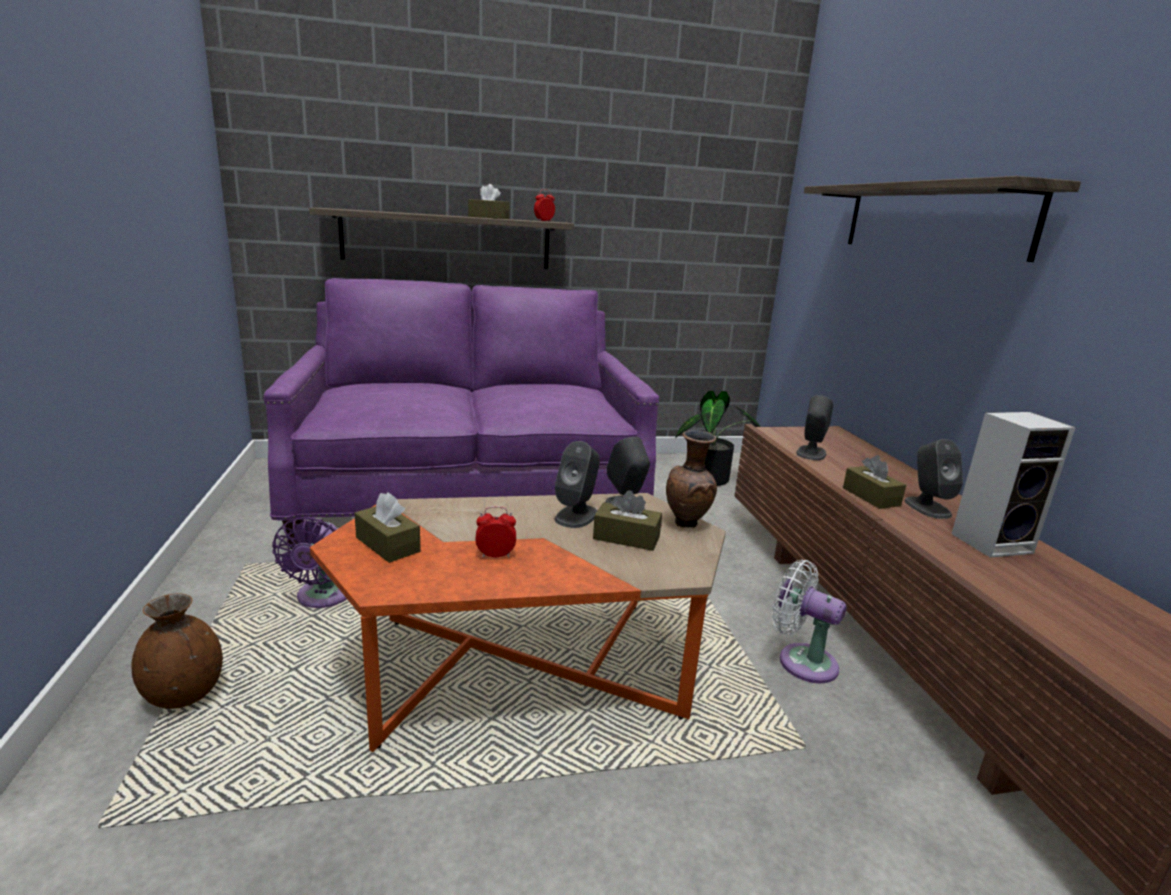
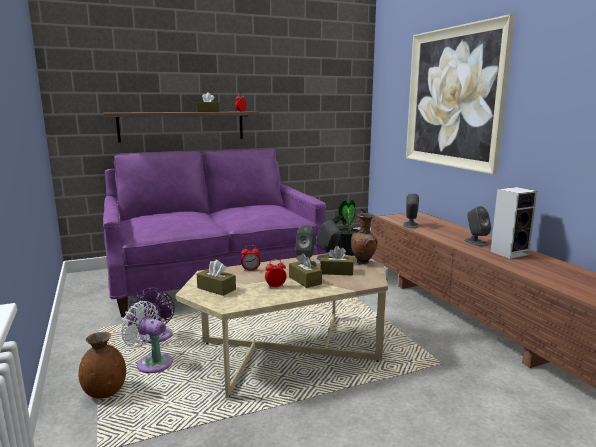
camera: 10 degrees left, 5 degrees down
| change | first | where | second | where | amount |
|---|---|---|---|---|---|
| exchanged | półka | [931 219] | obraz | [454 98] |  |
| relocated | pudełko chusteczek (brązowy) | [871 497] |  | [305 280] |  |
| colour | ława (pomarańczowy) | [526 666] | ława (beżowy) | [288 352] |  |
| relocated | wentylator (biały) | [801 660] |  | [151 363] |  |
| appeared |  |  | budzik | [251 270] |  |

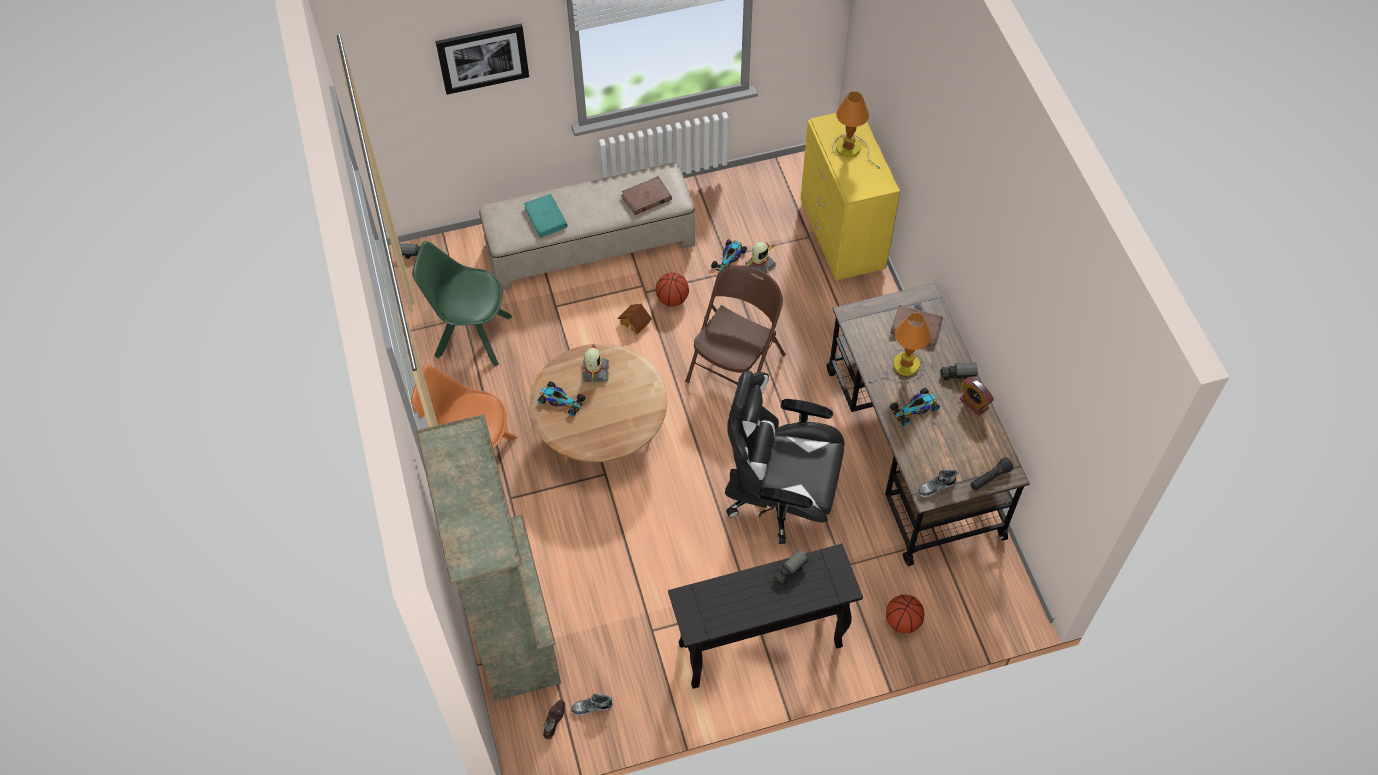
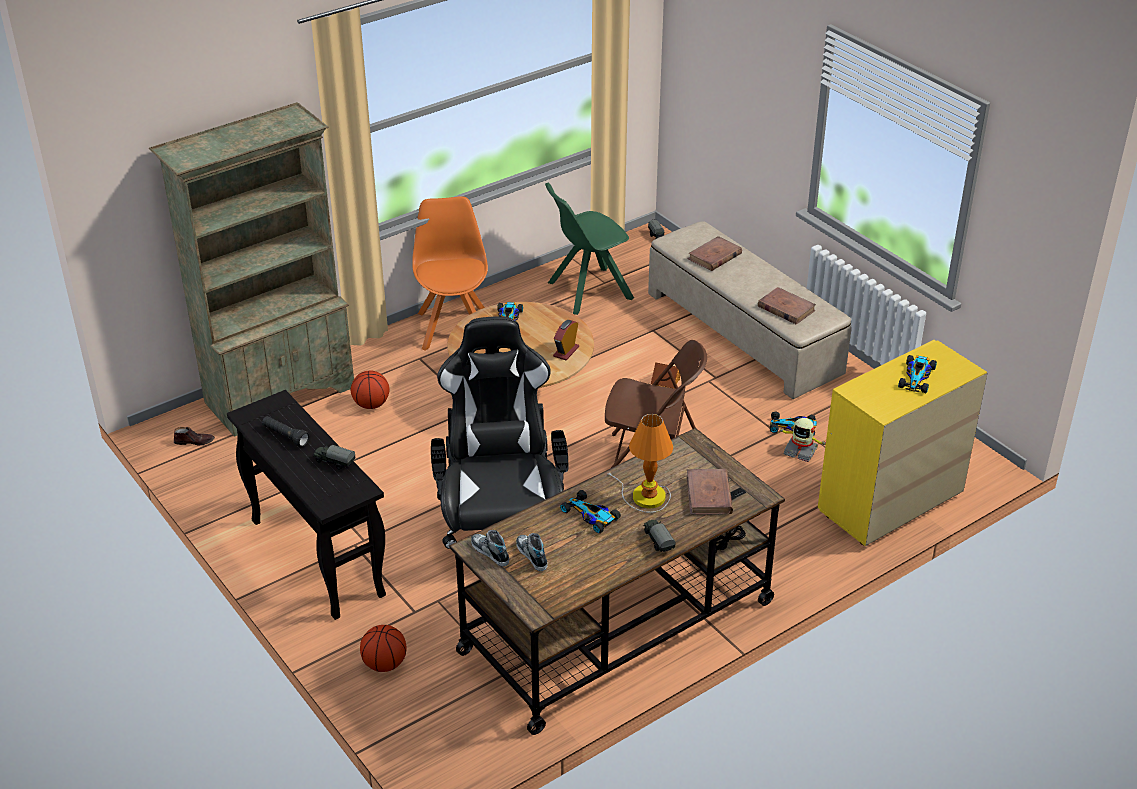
camera: 70 degrees right, 20 degrees down
| change | first | where | second | where | amount |
|---|---|---|---|---|---|
| missing | obraz | [483 57] |  |  |  |
| exchanged | lampa stołowa | [851 149] | samochodzik | [917 377] |  |
| colour | książka (turkusowy) | [545 217] | książka (brązowy) | [714 256] |  |
| spun | krzesło (zielony) | [471 335] |  | [587 291] | 105 degrees counterclockwise |
| relocated | piłka do koszykówki | [672 299] |  | [371 405] |  |
| missing | robot zabawkowy | [594 372] |  |  |  |
| relocated | budzik | [973 403] |  | [566 351] |  |
| relocated | latarka (czarny) | [989 478] |  | [285 436] |  |
| relocated | but | [592 707] |  | [531 555] |  |

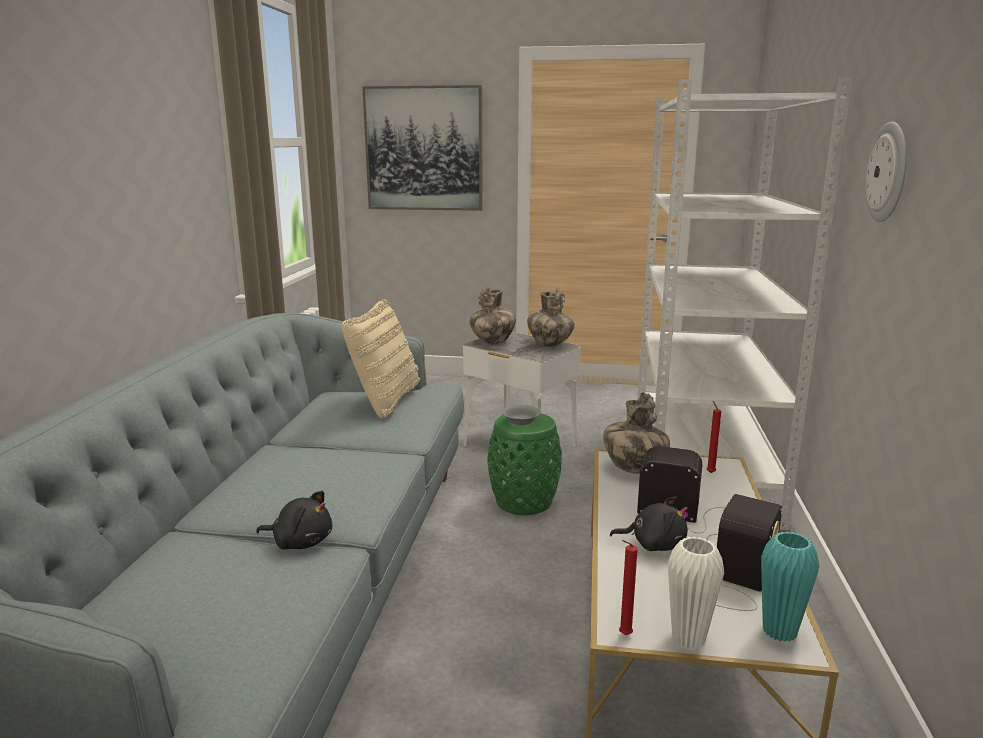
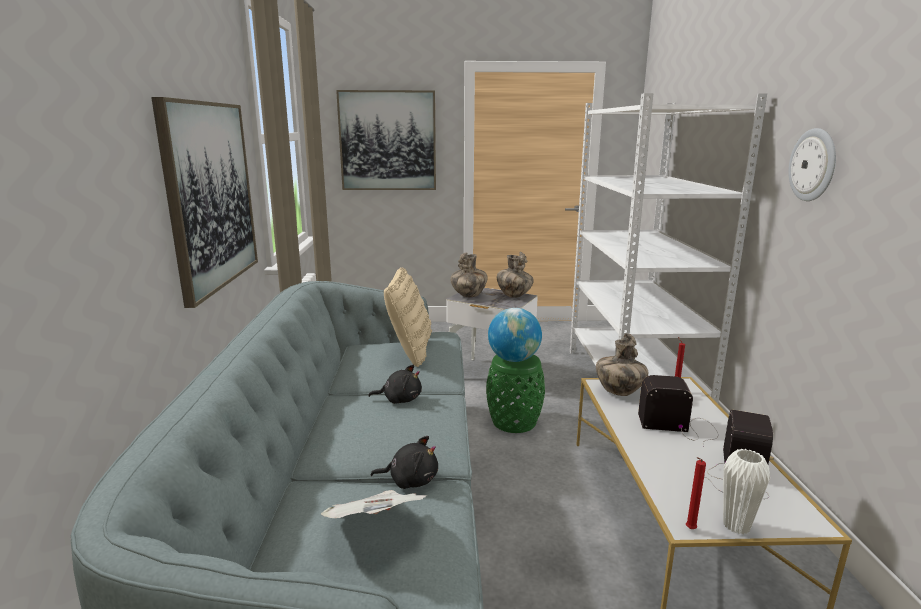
camera: 10 degrees left, 0 degrees up
| change | first | where | second | where | amount |
|---|---|---|---|---|---|
| exchanged | miska (szary) | [521 421] | globus | [513 359] |  |
| relocated | pluszak (czarny) | [654 544] |  | [400 399] |  |
| missing | wazon (turkusowy) | [779 631] |  |  |  |
| appeared |  |  | obraz | [210 196] |  |
| appeared |  |  | gazeta | [376 526] |  |

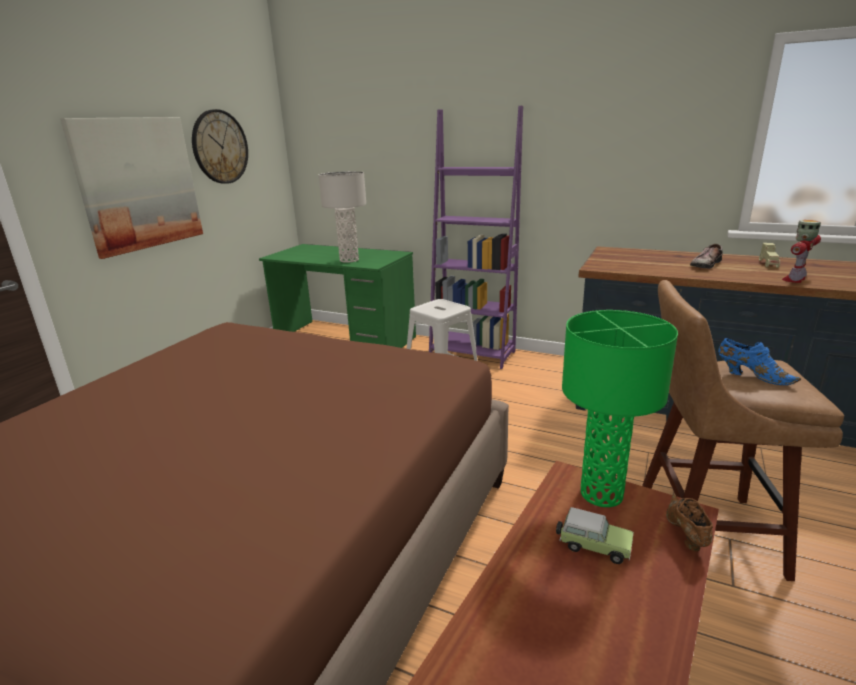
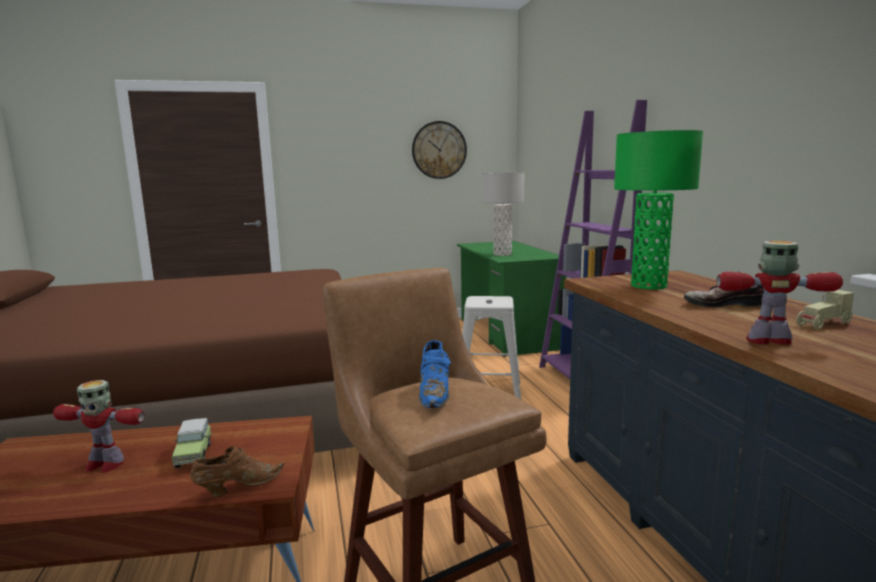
camera: 50 degrees right, 10 degrees down
| change | first | where | second | where | amount |
|---|---|---|---|---|---|
| missing | obraz | [138 184] |  |  |  |
| relocated | lampa stołowa (zielony) | [602 494] |  | [649 286] |  |
| appeared |  |  | robot zabawkowy | [104 464] |  |

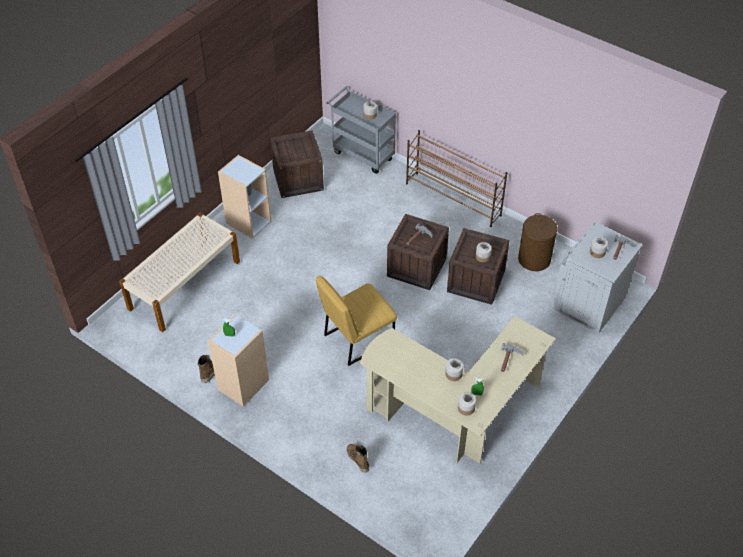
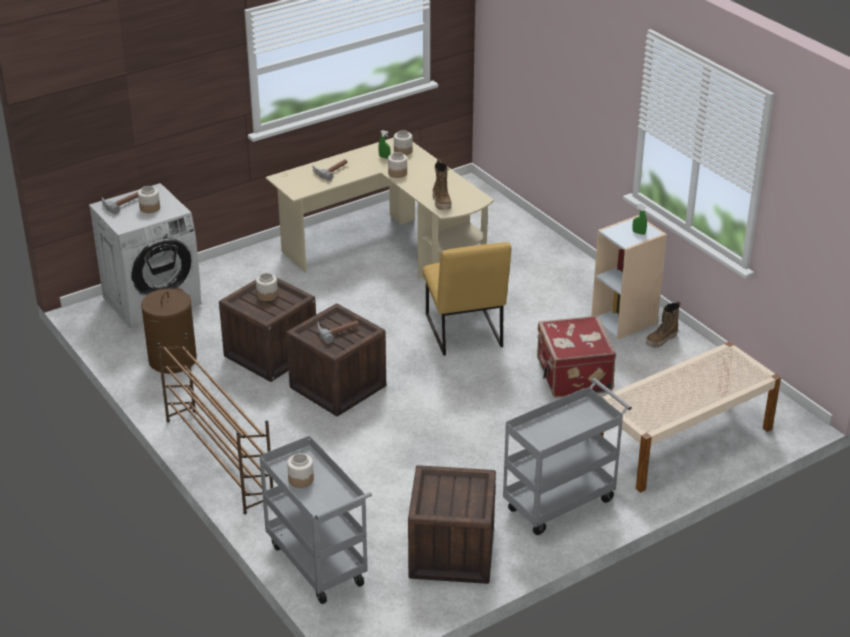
camera: 160 degrees left, 15 degrees down
| change | first | where | second | where | amount |
|---|---|---|---|---|---|
| exchanged | regał | [248 222] | wózek (szary) | [562 505] |  |
| spun | krzesło (żółty) | [357 338] |  | [464 332] | 90 degrees clockwise |
| relocated | but z cholewką | [357 460] |  | [441 202] |  |
| appeared |  |  | walizka (czerwony) | [572 376] |  |

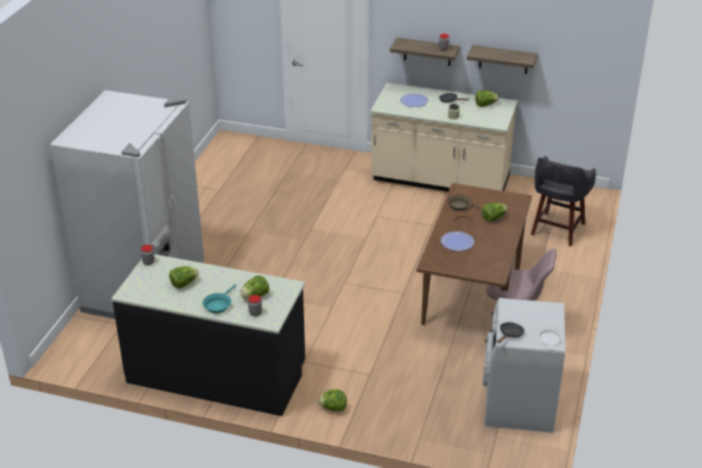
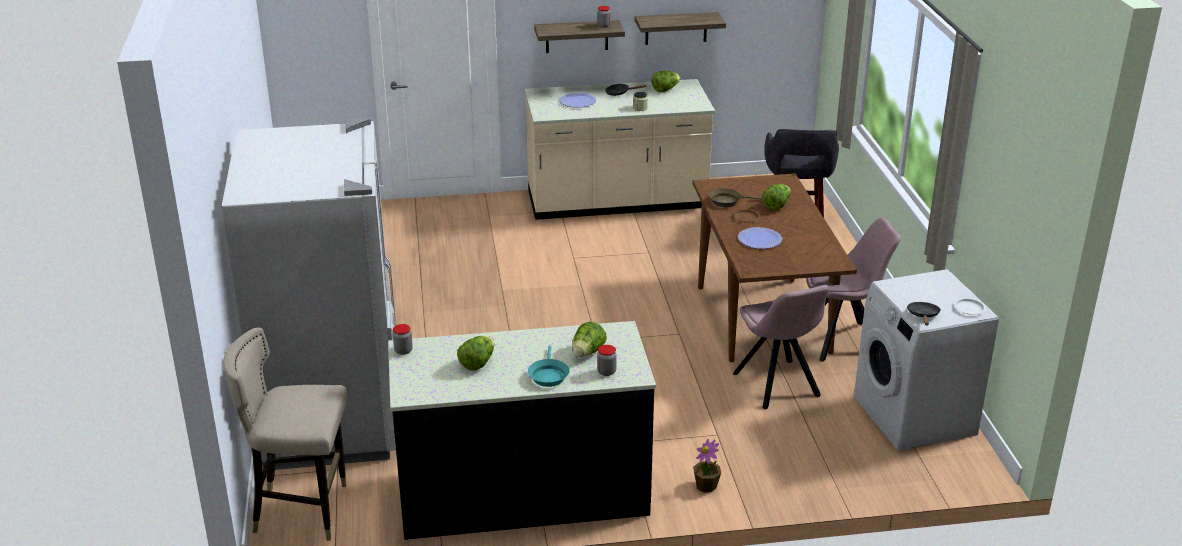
camera: 25 degrees left, 5 degrees down
| change | first | where | second | where | amount |
|---|---|---|---|---|---|
| exchanged | sałata | [333 408] | roślina doniczkowa | [706 486] |  |
| appeared |  |  | krzesło (różowy) | [777 385] |  |
| appeared |  |  | stołek (beżowy) | [302 511] |  |

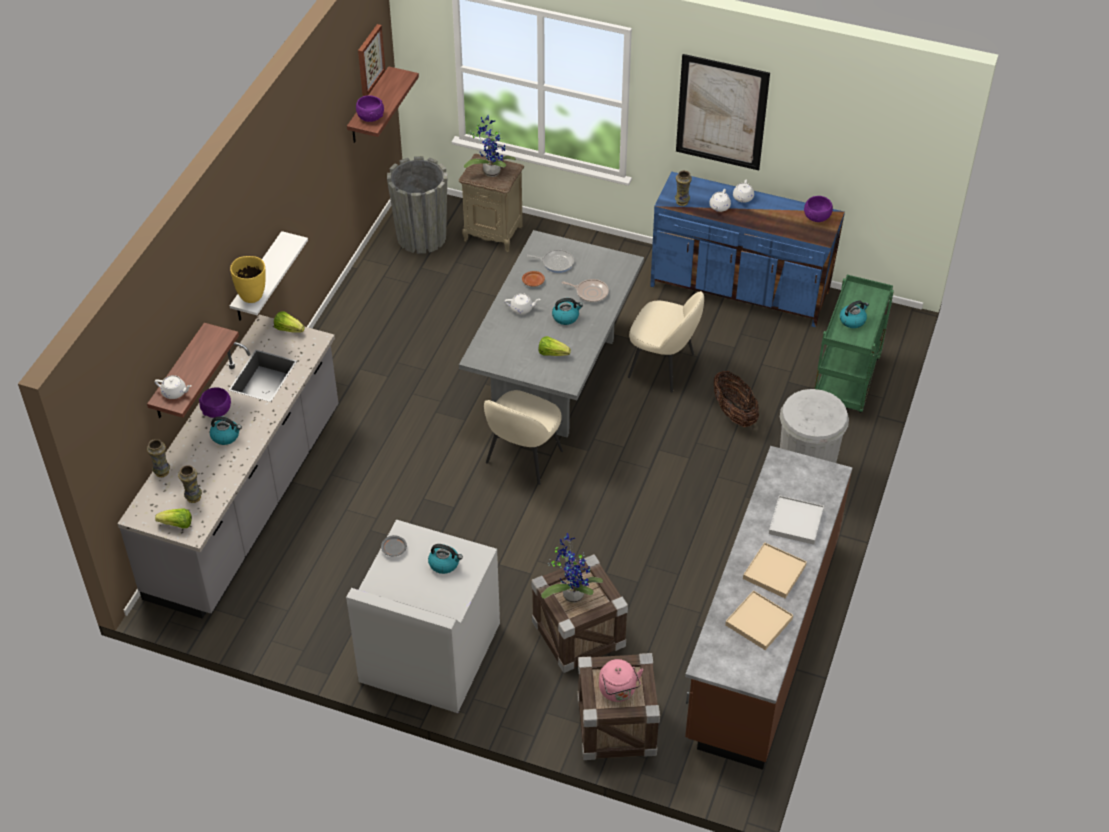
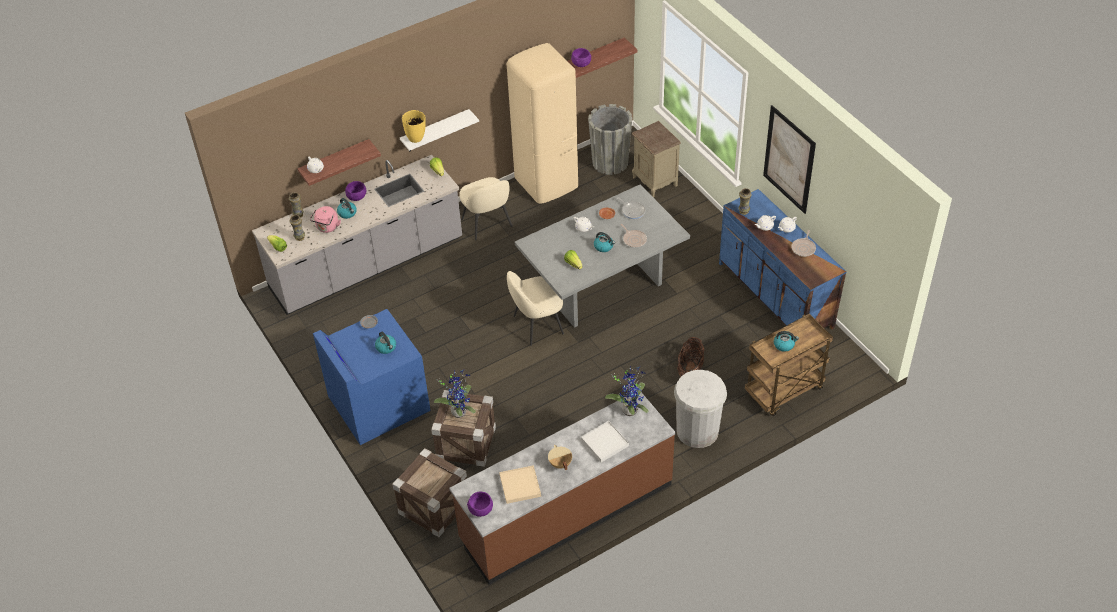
camera: 40 degrees right, 0 degrees up
| change | first | where | second | where | amount |
|---|---|---|---|---|---|
| missing | obraz | [369 60] |  |  |  |
| relocated | roślina doniczkowa | [490 170] |  | [630 409] |  |
| relocated | miska (fioletowy) | [817 217] |  | [480 510] |  |
| colour | wózek (zielony) | [847 382] | wózek (brązowy) | [784 392] |  |
| relocated | krzesło (beżowy) | [663 366] |  | [487 224] |  |
| colour | pralka (biały) | [429 651] | pralka (niebieski) | [379 402] |  |
| exchanged | taca (beżowy) | [774 572] | garnek (beżowy) | [560 464] |  |
| relocated | czajnik (różowy) | [618 691] |  | [327 227] |  |
| appeared |  |  | lodówka (beżowy) | [548 183] |  |
| appeared |  |  | patelnia | [803 248] |  |

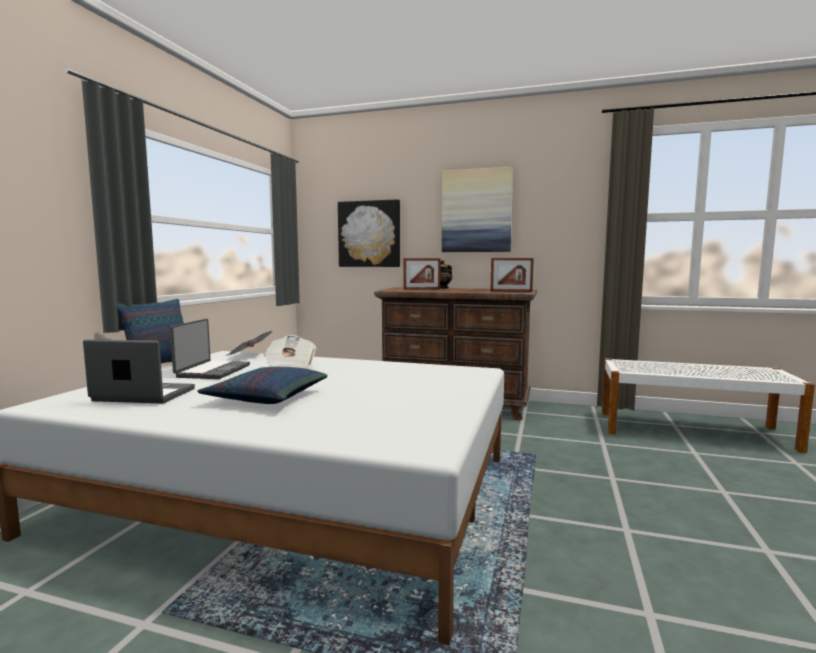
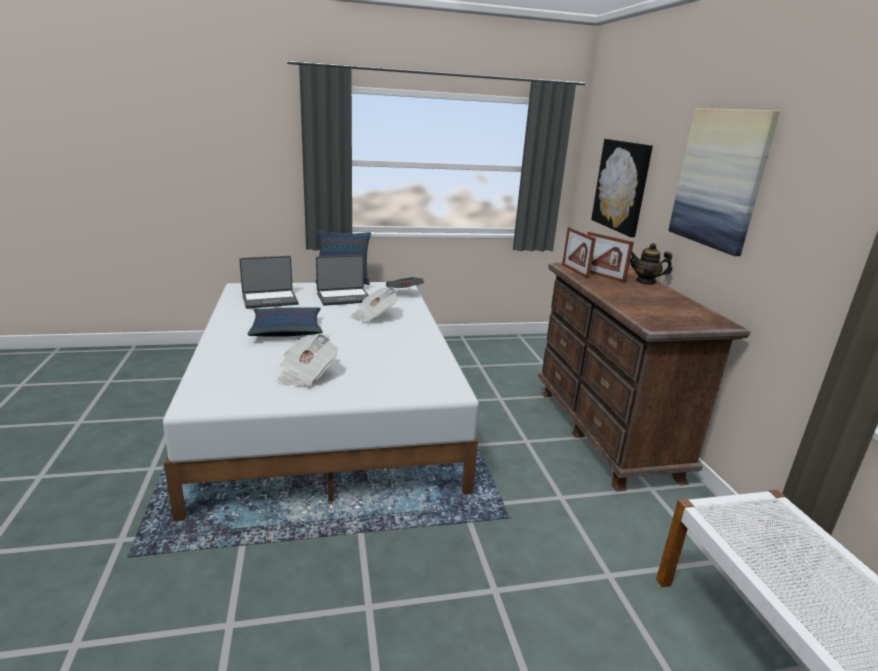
camera: 60 degrees right, 15 degrees up
| change | first | where | second | where | amount |
|---|---|---|---|---|---|
| relocated | ramka na zdjęcie | [511 291] |  | [575 271] |  |
| spun | laptop | [143 395] |  | [270 300] | 90 degrees clockwise |
| appeared |  |  | gazeta | [306 375] |  |

